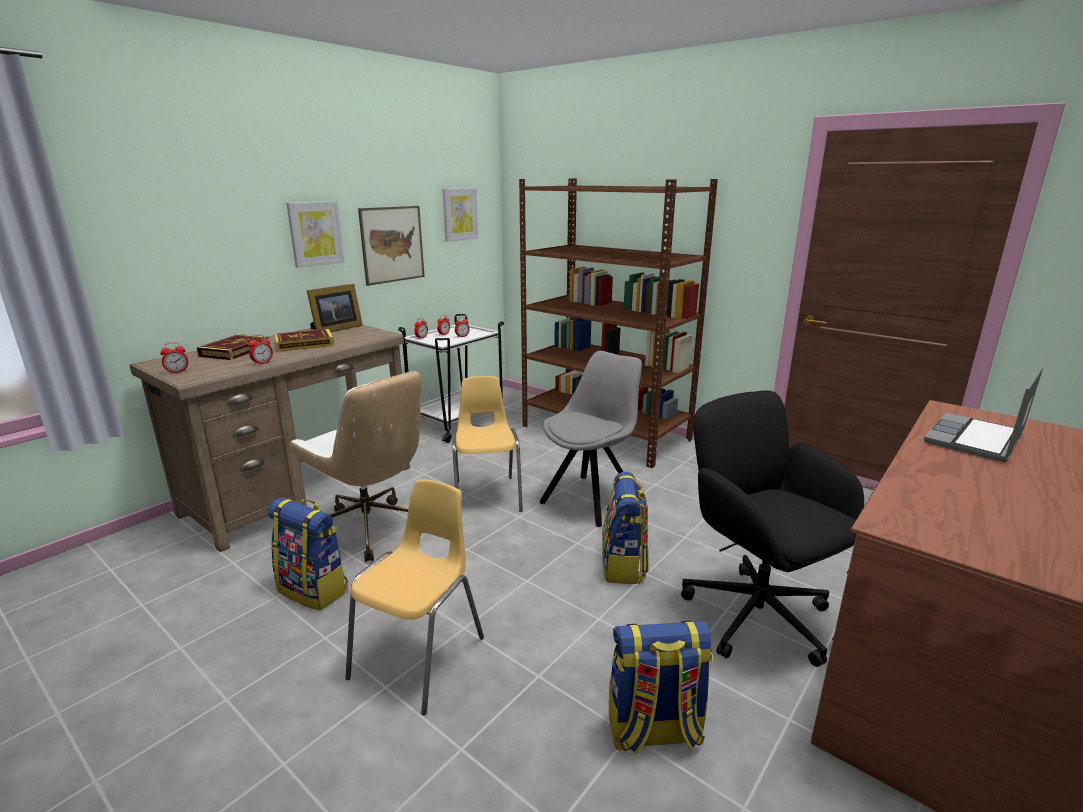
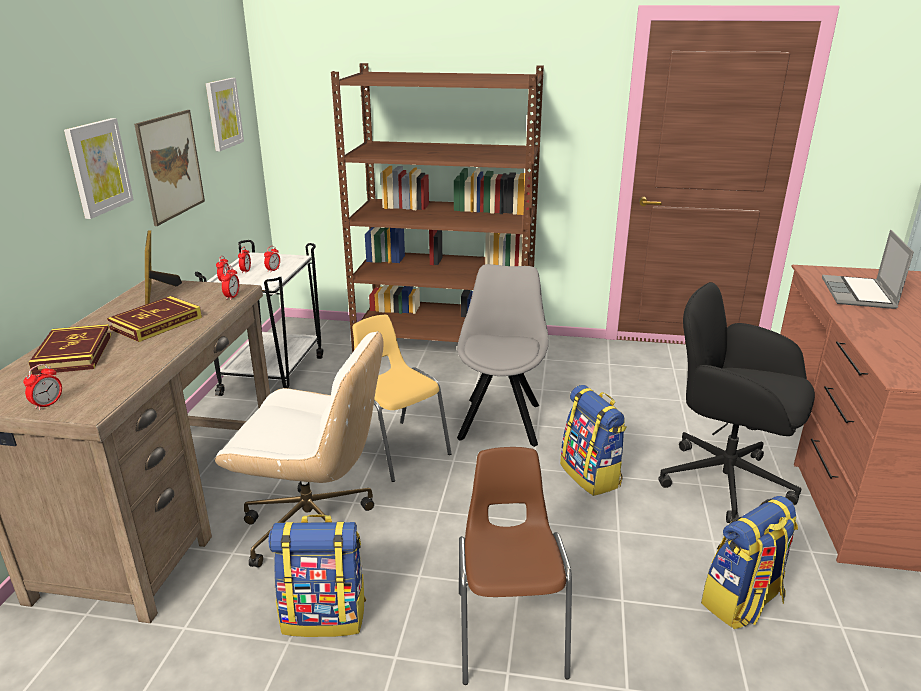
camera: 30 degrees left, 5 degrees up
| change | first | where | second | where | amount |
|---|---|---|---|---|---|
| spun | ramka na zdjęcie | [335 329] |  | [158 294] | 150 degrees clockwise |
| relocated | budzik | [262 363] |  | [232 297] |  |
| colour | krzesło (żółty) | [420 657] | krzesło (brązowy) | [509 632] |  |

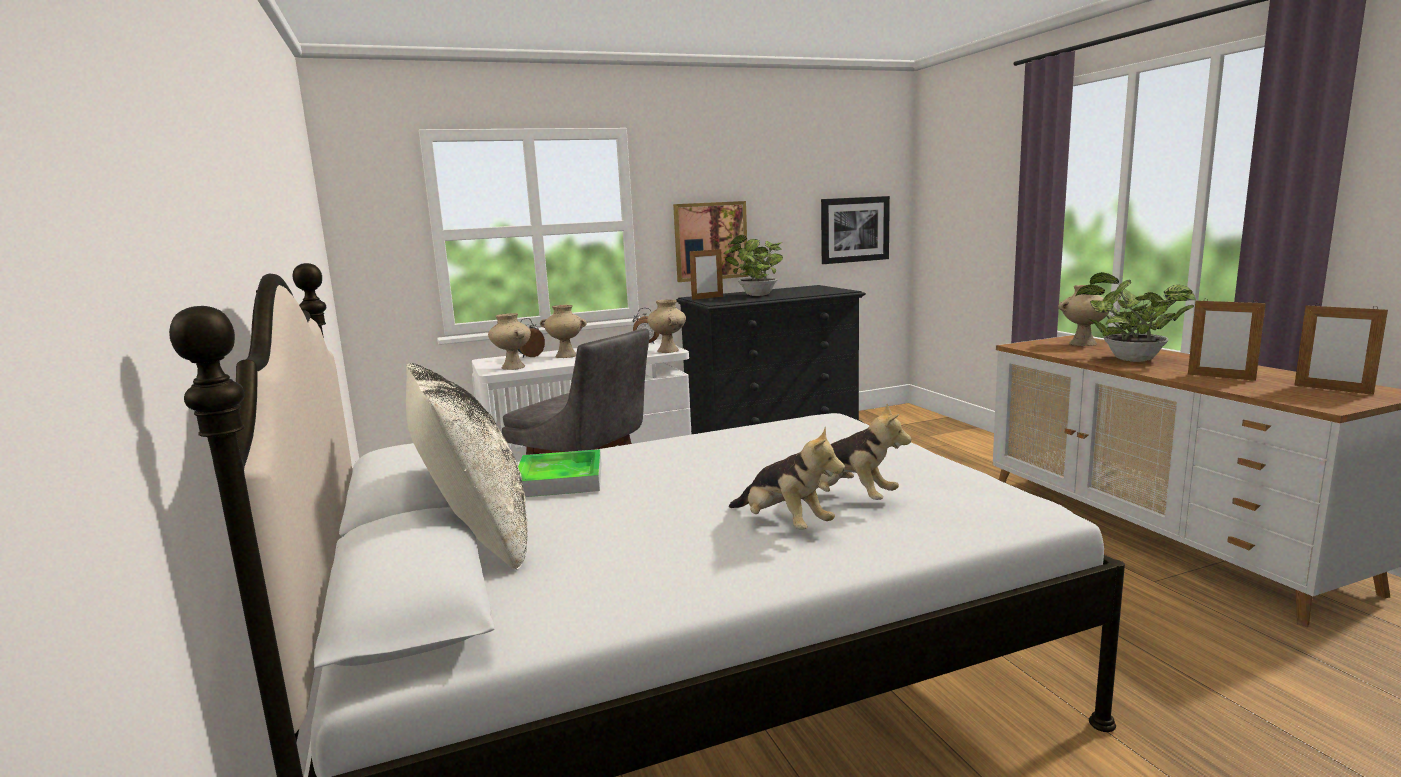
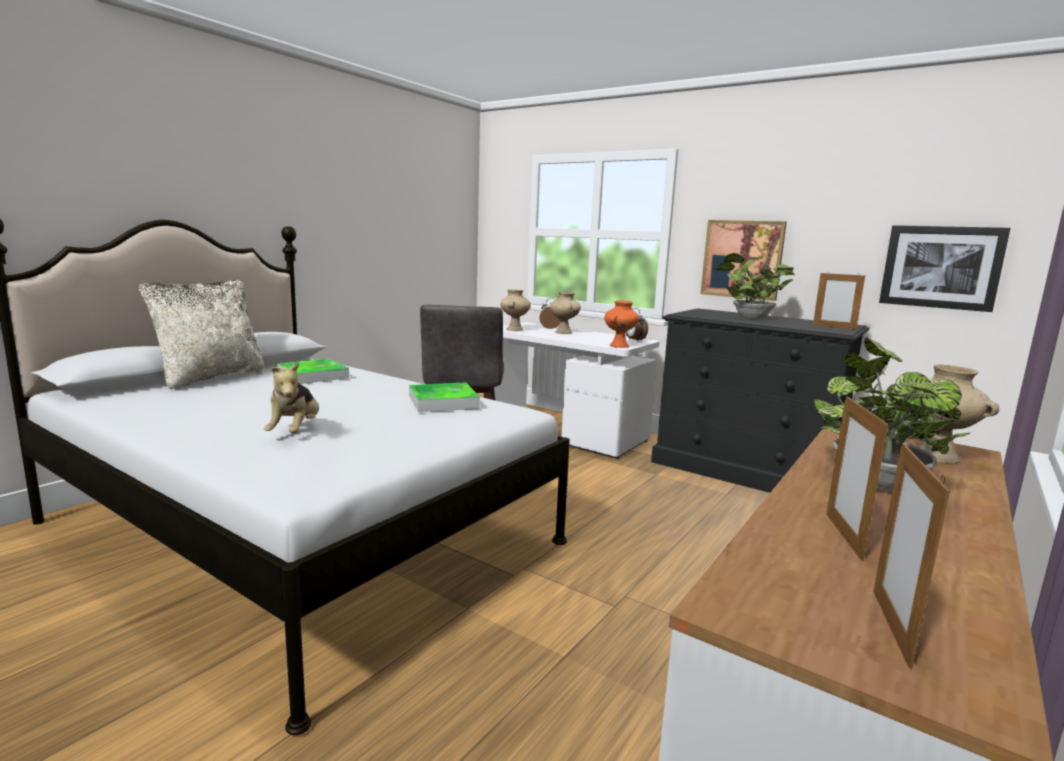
camera: 55 degrees right, 0 degrees up
| change | first | where | second | where | amount |
|---|---|---|---|---|---|
| relocated | ramka na zdjęcie | [707 298] |  | [834 327] |  |
| colour | wazon (beżowy) | [668 351] | wazon (pomarańczowy) | [619 346] |  |
| missing | pluszak | [784 525] |  |  |  |
| appeared |  |  | taca | [443 402] |  |

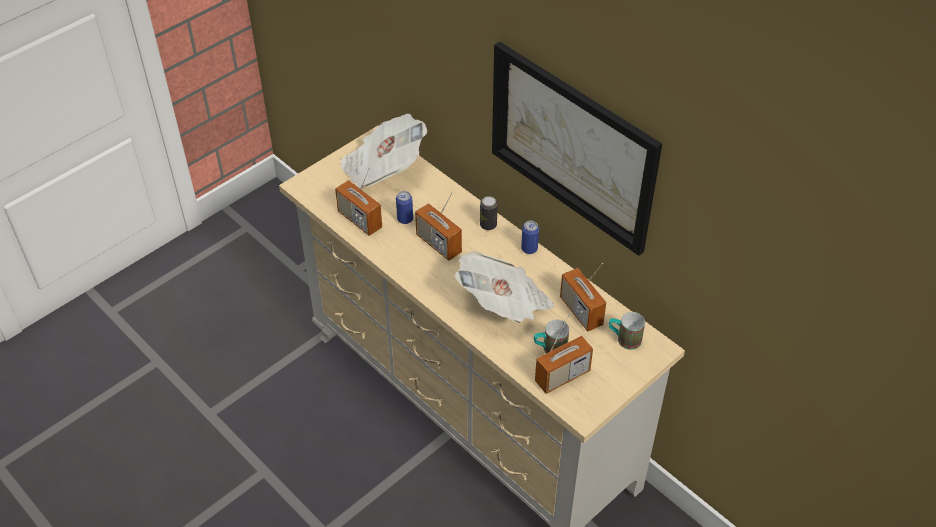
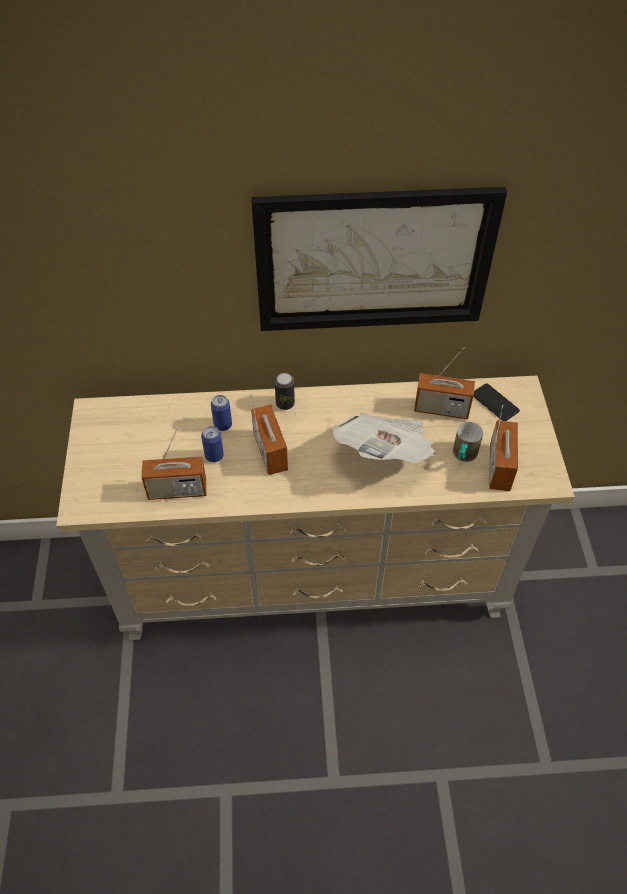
camera: 50 degrees left, 5 degrees up
| change | first | where | second | where | amount |
|---|---|---|---|---|---|
| missing | gazeta | [383 168] |  |  |  |
| spun | radio | [438 244] |  | [270 452] | 105 degrees counterclockwise |
| relocated | puszka | [529 249] |  | [223 425] |  |
| exchanged | kubek | [624 339] | telefon | [495 403] |  |

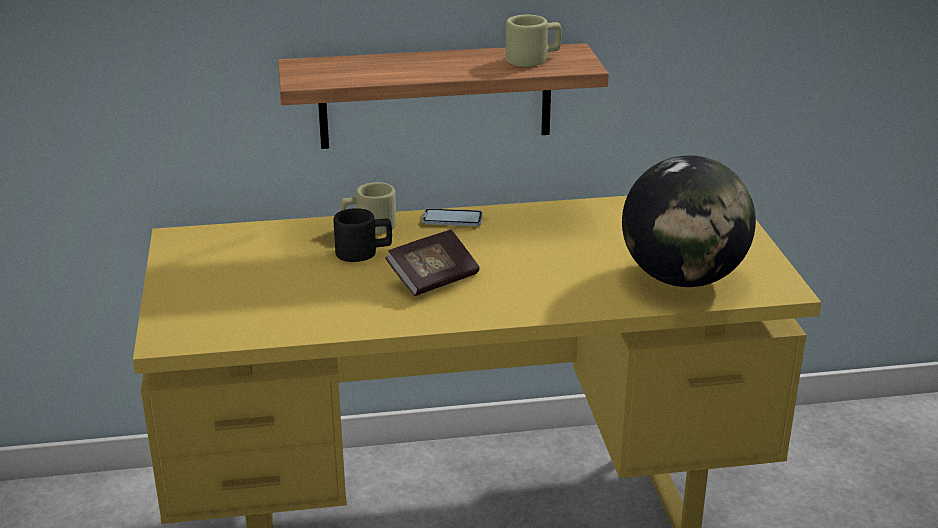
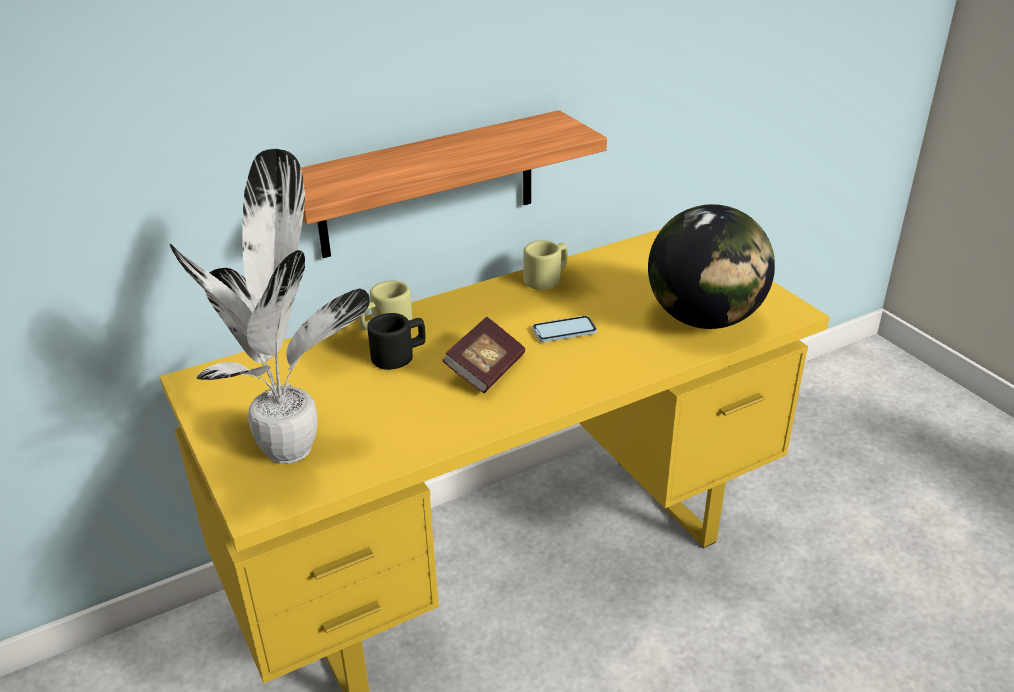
camera: 20 degrees left, 5 degrees up
| change | first | where | second | where | amount |
|---|---|---|---|---|---|
| relocated | kubek (beżowy) | [533 59] |  | [547 278] |  |
| relocated | telefon | [452 219] |  | [564 331] |  |
| appeared |  |  | roślina doniczkowa | [291 446] |  |

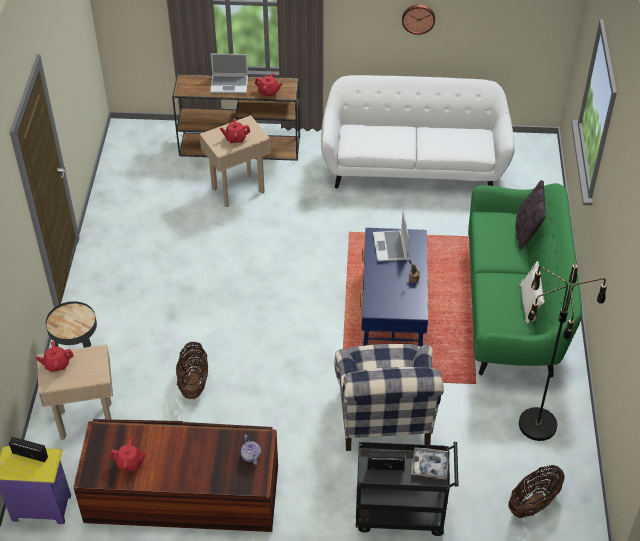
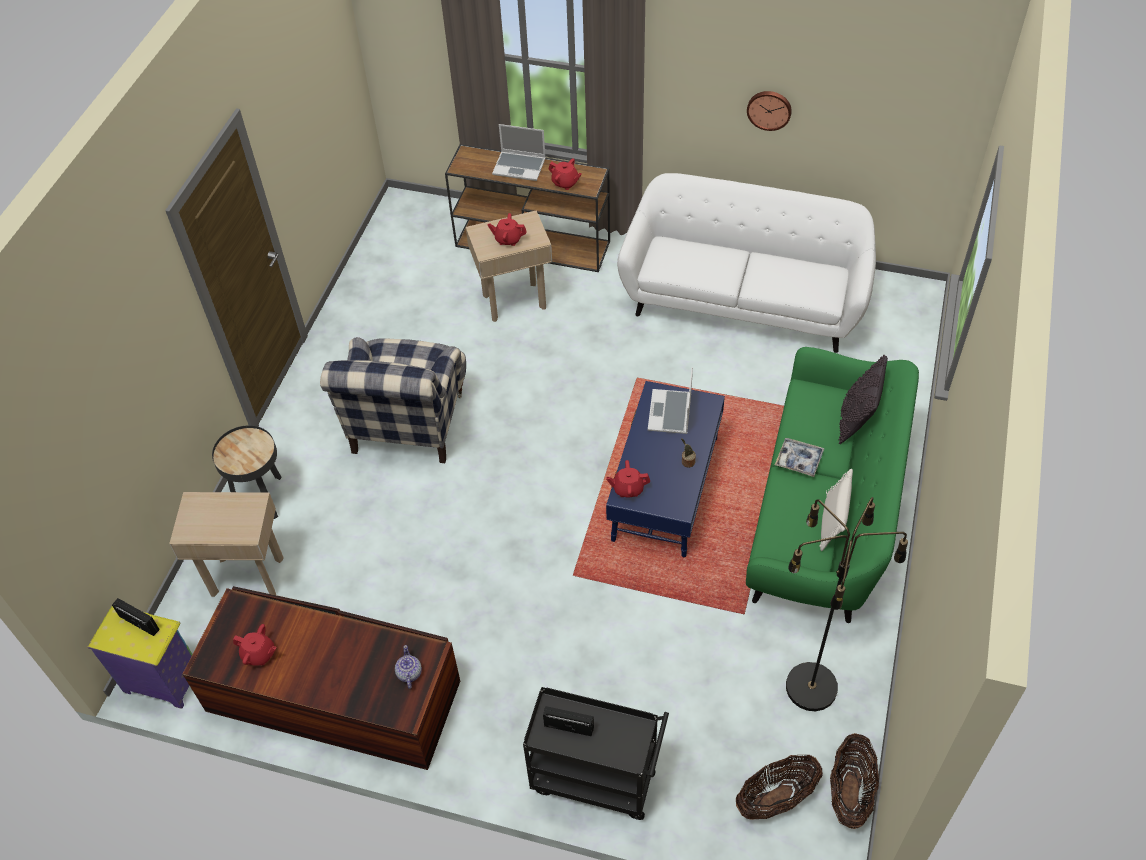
camera: 15 degrees right, 5 degrees up
| change | first | where | second | where | amount |
|---|---|---|---|---|---|
| relocated | imbryk (czerwony) | [57 365] |  | [628 489] |  |
| relocated | koszyk | [193 382] |  | [849 792] |  |
| relocated | fotel | [383 417] |  | [408 424] |  |
| relocated | taca | [430 465] |  | [799 460] |  |

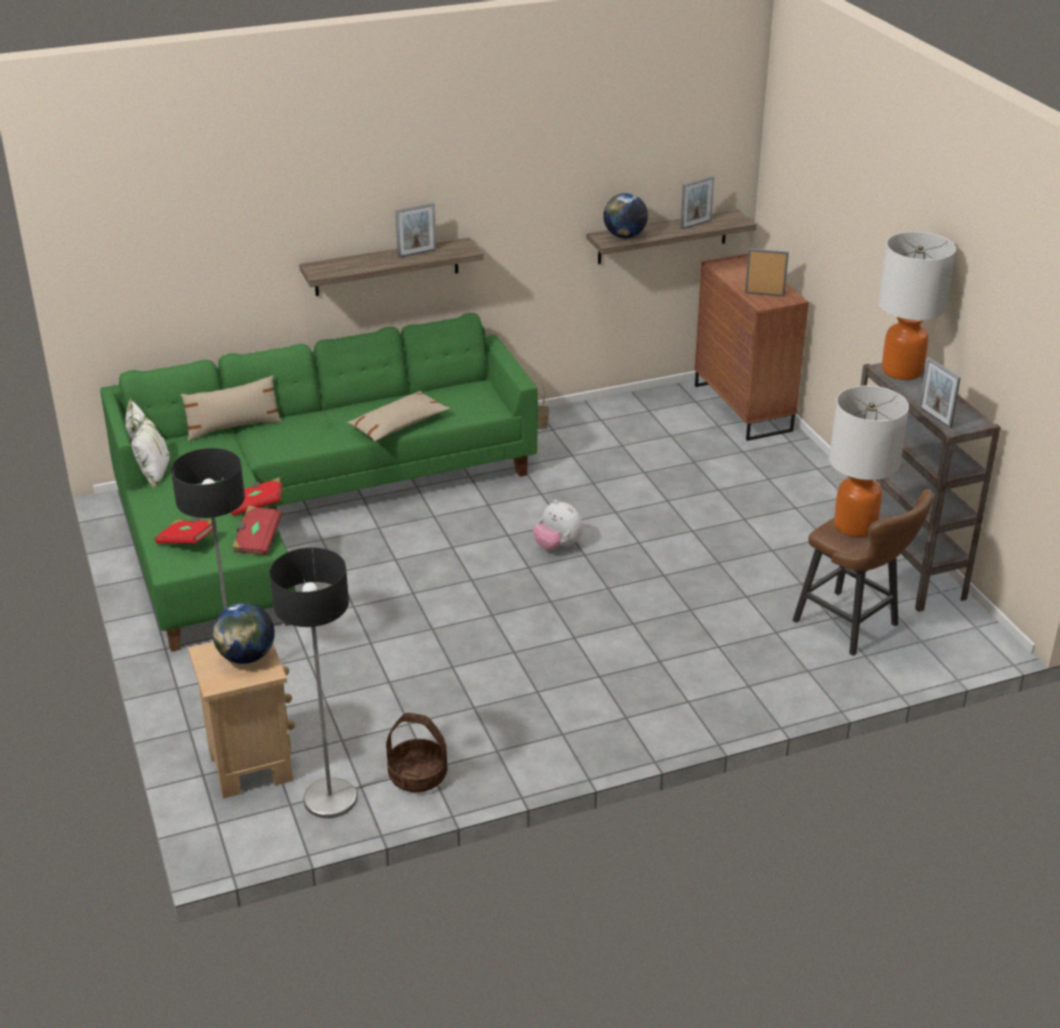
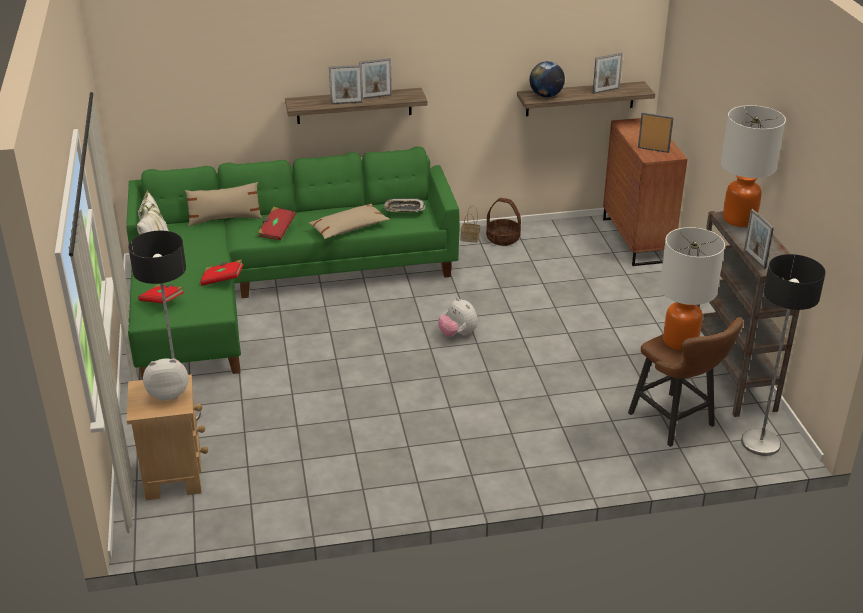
camera: 10 degrees right, 0 degrees up
| change | first | where | second | where | amount |
|---|---|---|---|---|---|
| relocated | książka (czerwony) | [257 540] |  | [276 230] |  |
| relocated | lampa stojąca | [330 798] |  | [760 442] |  |
| exchanged | globus | [246 657] | pluszak | [168 393] |  |
| relocated | koszyk | [417 776] |  | [502 238] |  |
| appeared |  |  | ramka na zdjęcie | [346 103] |  |
| appeared |  |  | taca | [404 209] |  |

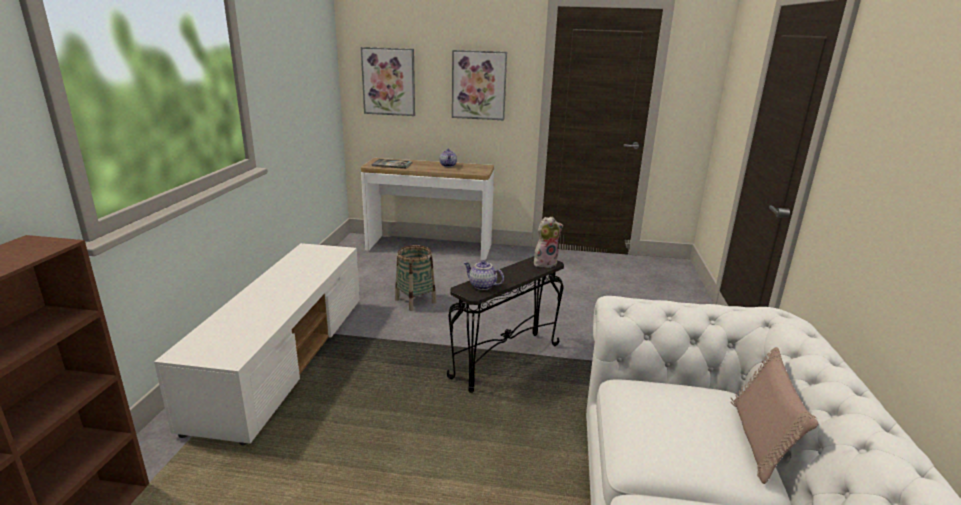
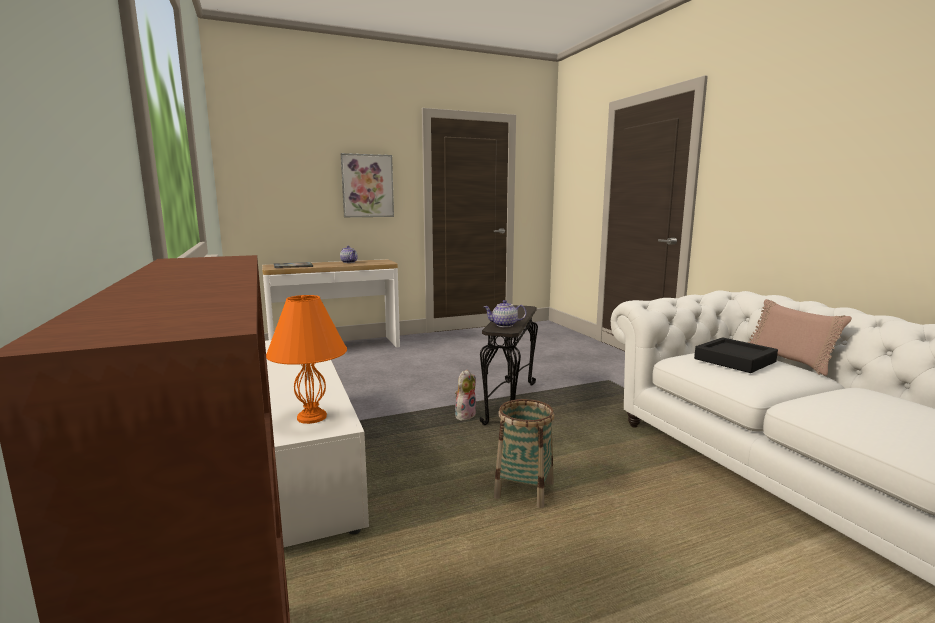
camera: 30 degrees left, 10 degrees down
| change | first | where | second | where | amount |
|---|---|---|---|---|---|
| missing | obraz | [389 81] |  |  |  |
| relocated | pluszak | [545 263] |  | [465 415] |  |
| relocated | koszyk | [415 301] |  | [524 491] |  |
| appeared |  |  | lampa stołowa (pomarańczowy) | [311 417] |  |
| appeared |  |  | taca (czarny) | [734 360] |  |

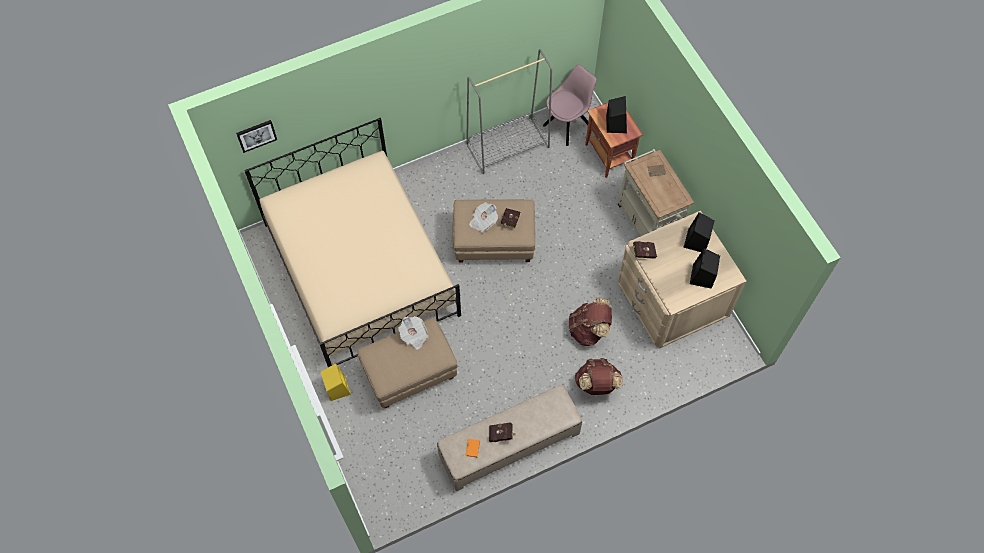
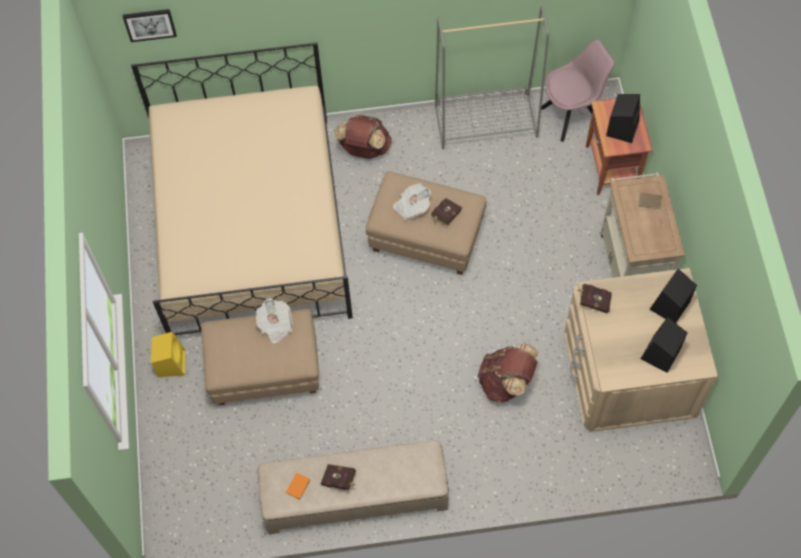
camera: 20 degrees right, 0 degrees up
| change | first | where | second | where | amount |
|---|---|---|---|---|---|
| relocated | plecak (brązowy) | [597 385] |  | [364 149] |  |

